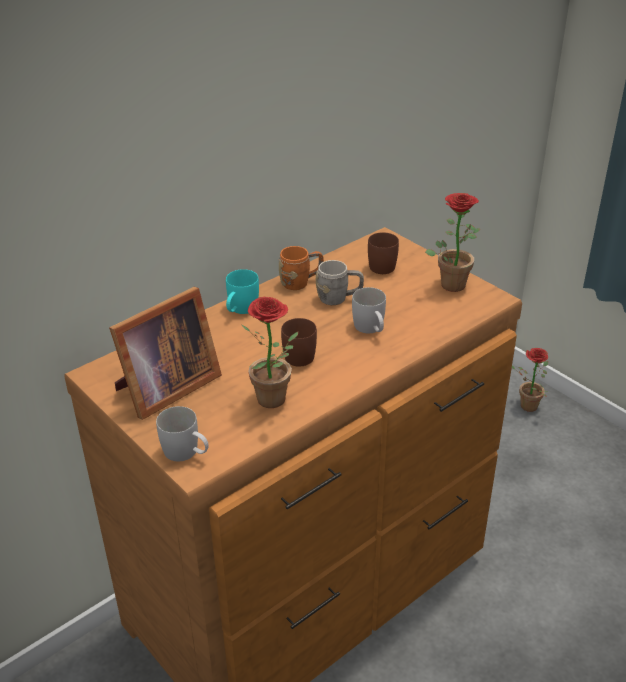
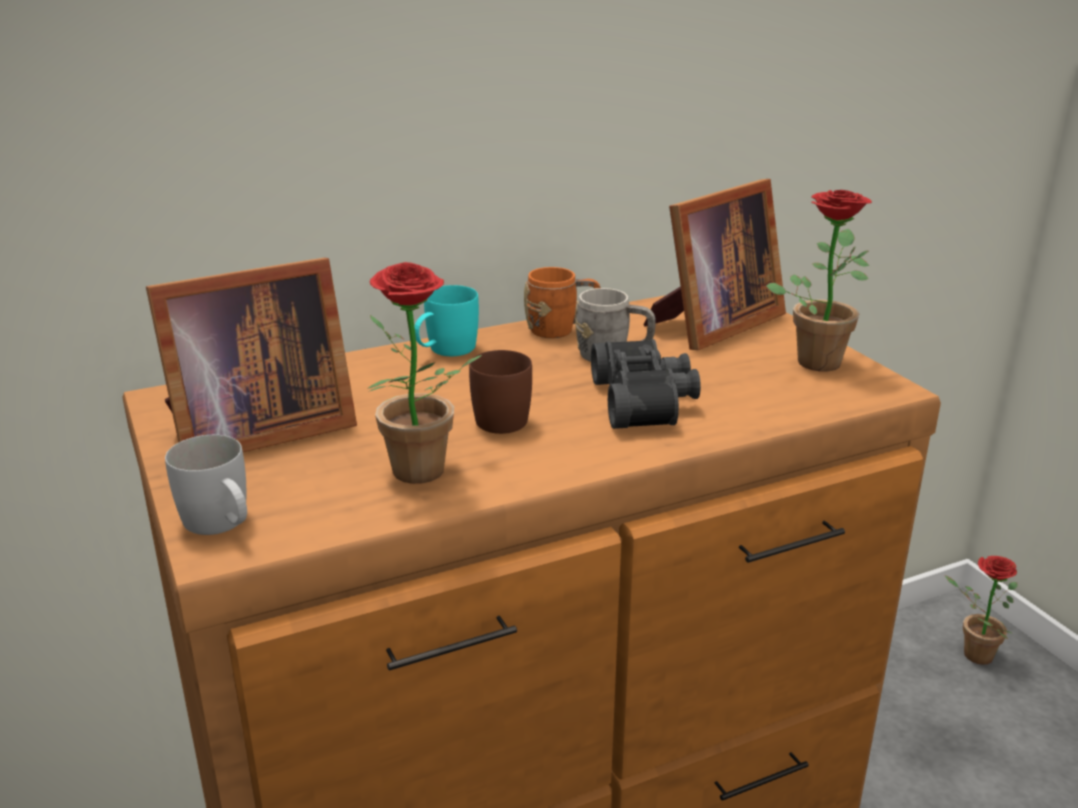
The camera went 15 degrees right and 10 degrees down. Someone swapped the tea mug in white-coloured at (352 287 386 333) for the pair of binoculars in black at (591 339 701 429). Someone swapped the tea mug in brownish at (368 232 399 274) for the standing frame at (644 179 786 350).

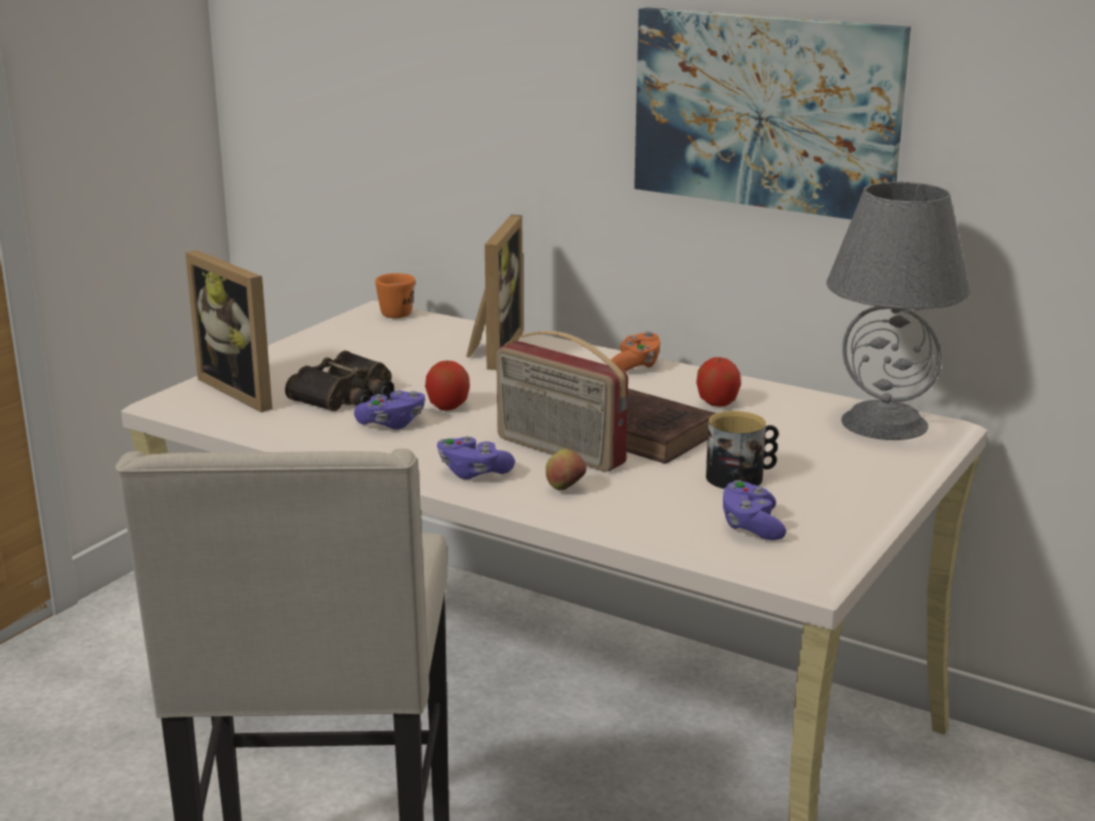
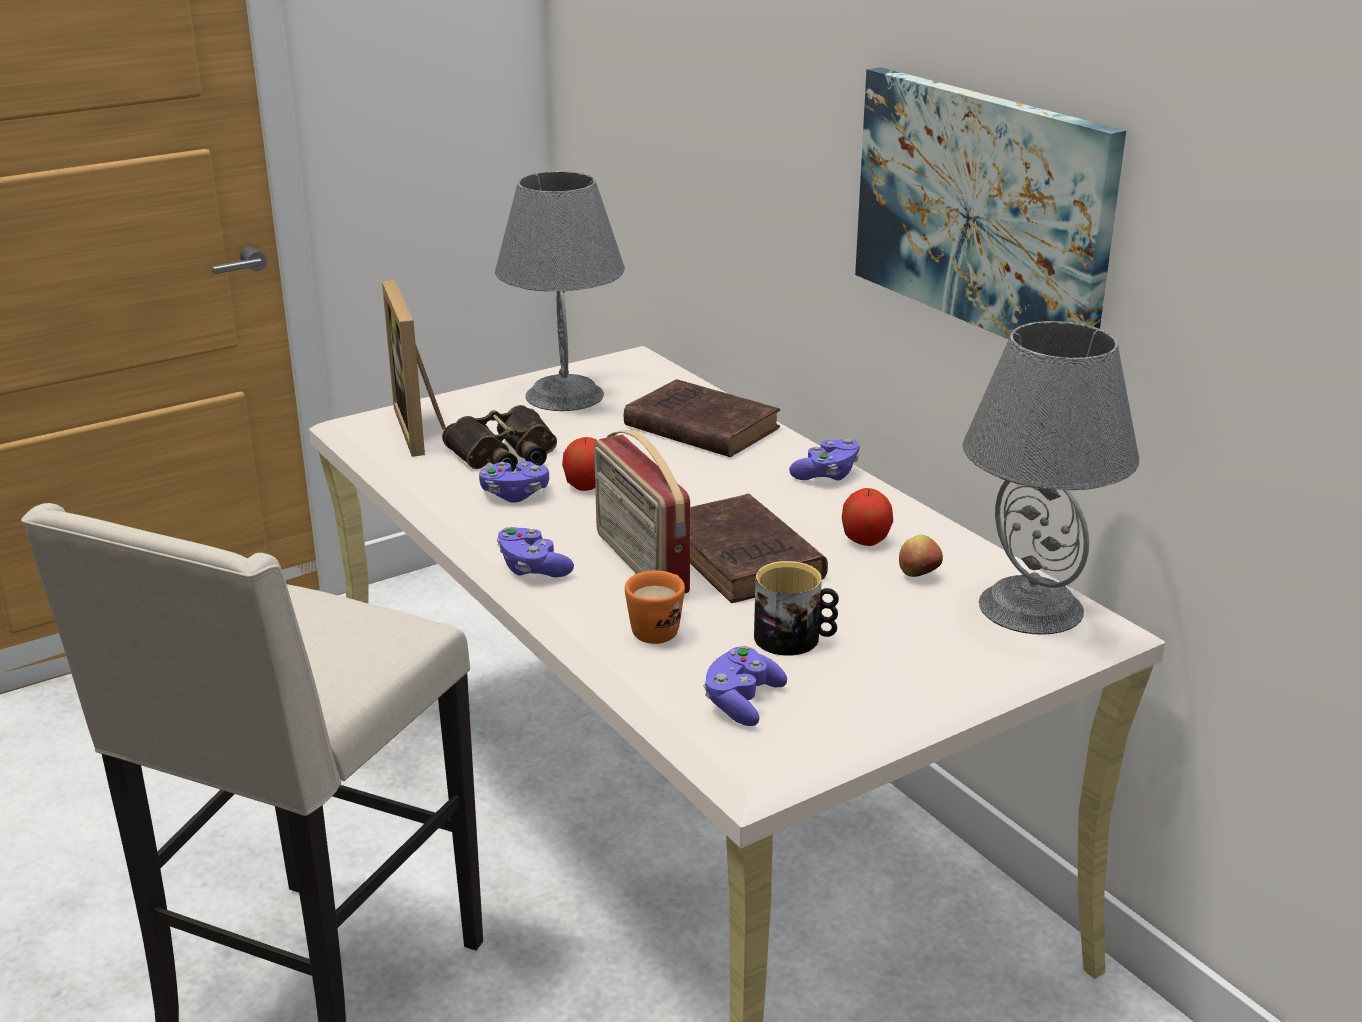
The camera went 25 degrees right and 5 degrees up. Someone carried the tea mug in orange-coloured from (375 273 415 318) to (625 571 685 644). Someone swapped the standing frame at (466 215 523 370) for the volume in brownish at (624 379 780 457). Someone carried the apple fruit from (546 449 586 490) to (899 535 943 577). Someone repainted the game controller in orange-coloured at (611 331 661 371), which became the game controller in purple at (789 438 860 480). Someone put down the table lamp in grey at (495 171 625 411).

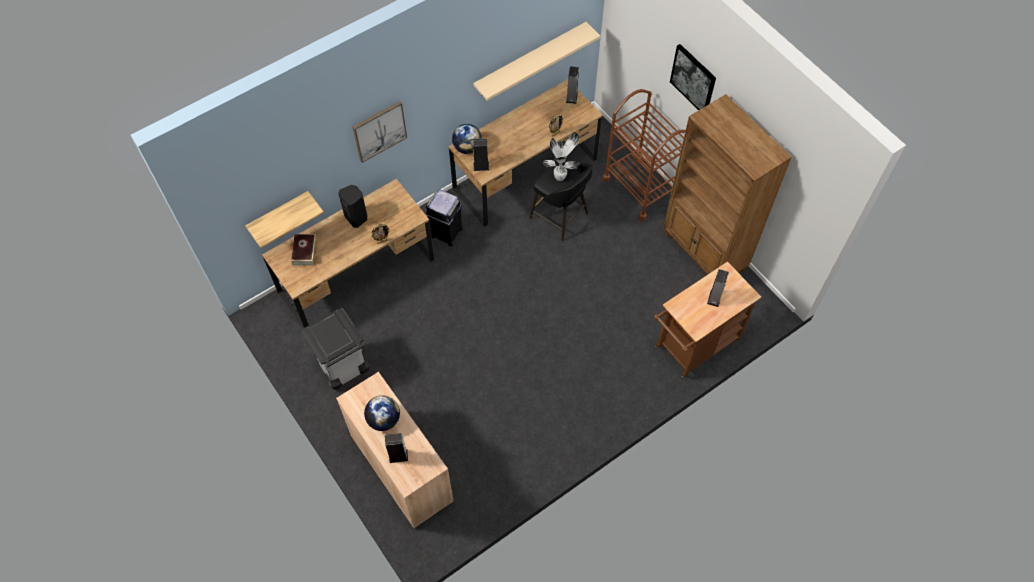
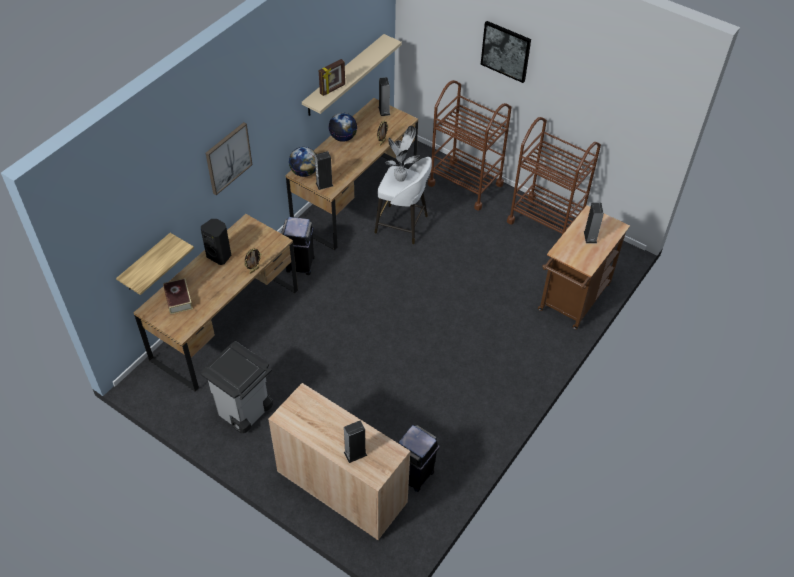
The camera went 20 degrees left and 10 degrees down. Someone carried the desk globe from (364 395 400 431) to (329 113 357 142). Someone repainted the stool seat in black at (529 161 592 241), which became the stool seat in white-coloured at (374 157 432 244). Someone swapped the bookcase in brownish at (663 94 792 275) for the trolley in brownish at (507 117 601 235). Someone put down the standing frame at (319 59 345 96). Someone put down the rubbish bin in black at (398 425 440 492).

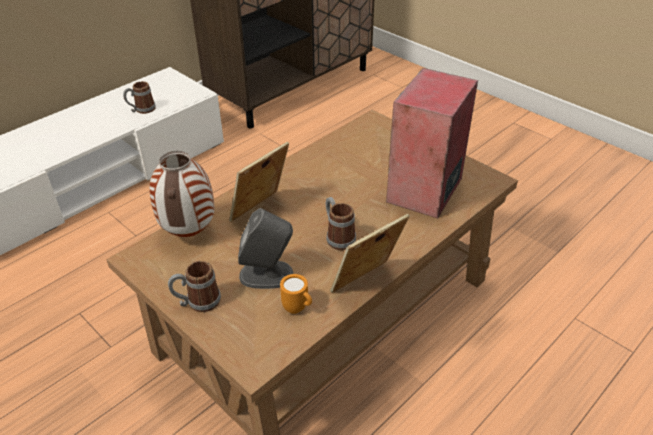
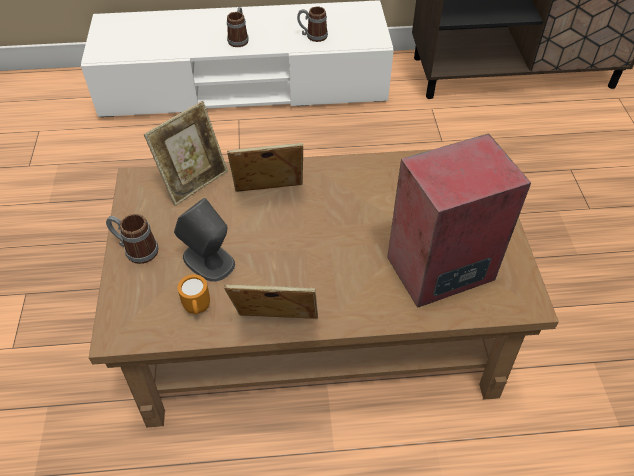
The camera went 40 degrees right and 10 degrees up. Someone swapped the decorative vase at (149 151 214 237) for the standing frame at (144 101 228 206). Someone carried the tea mug from (326 197 356 250) to (227 7 249 47).

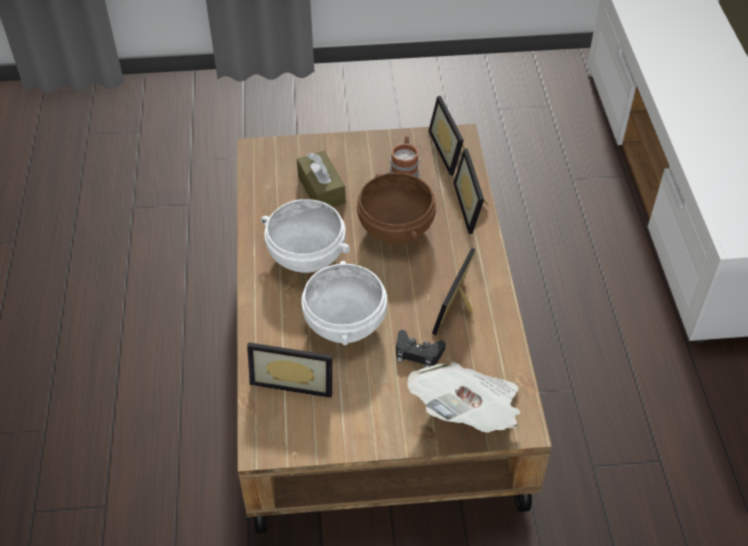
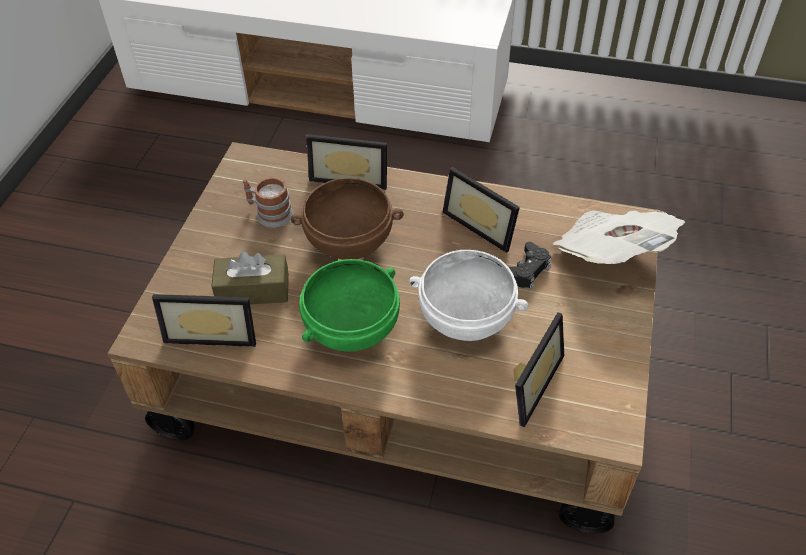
The camera went 70 degrees left and 0 degrees up. Someone repainted the serving bowl in white-coloured at (261 199 350 273), which became the serving bowl in greenish at (299 259 400 352). Someone carried the standing frame from (428 96 465 176) to (152 294 256 347).

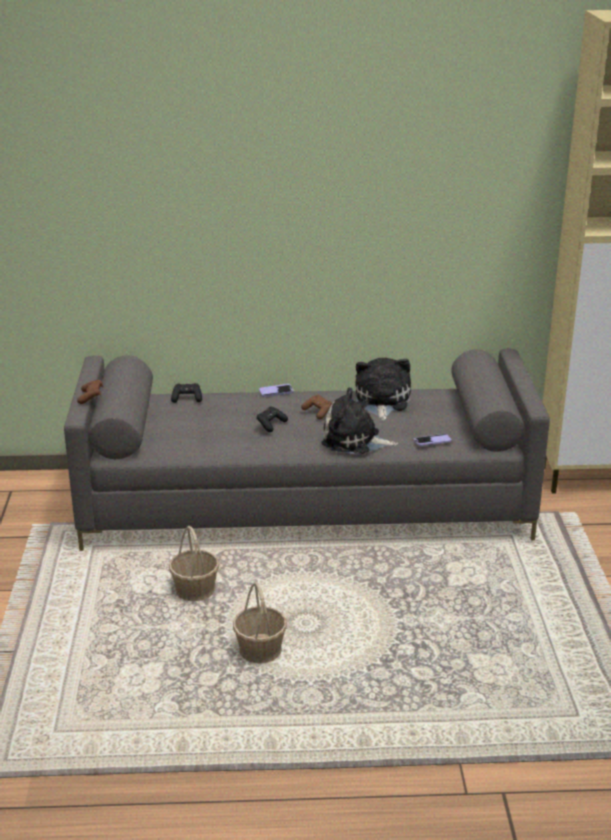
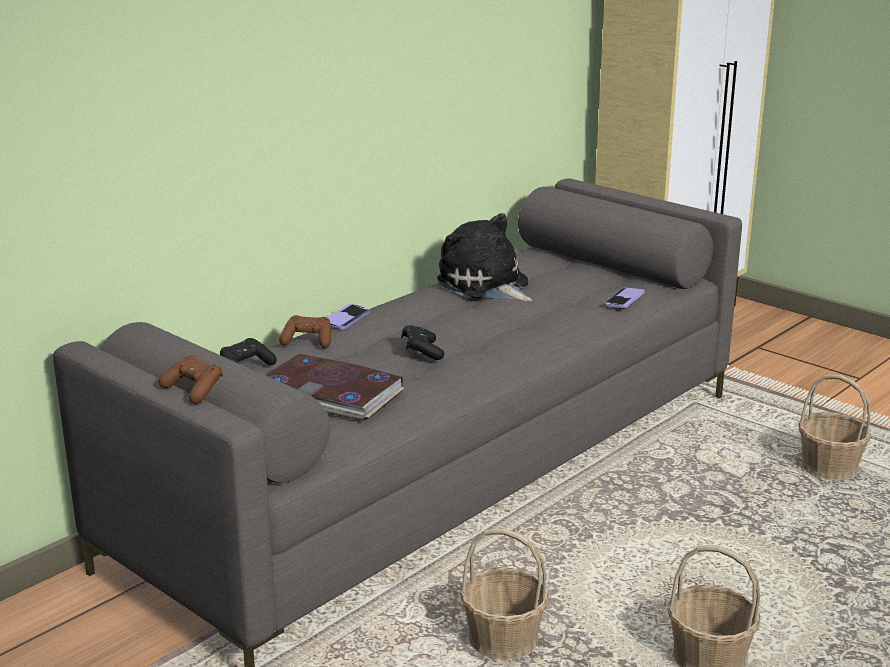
The camera went 45 degrees left and 5 degrees down. Someone carried the game controller in brownish from (301 395 332 420) to (279 315 331 348). Someone took away the plush toy at (321 387 398 454). Someone put down the volume at (266 354 404 421). Someone put down the basket at (798 374 871 480).

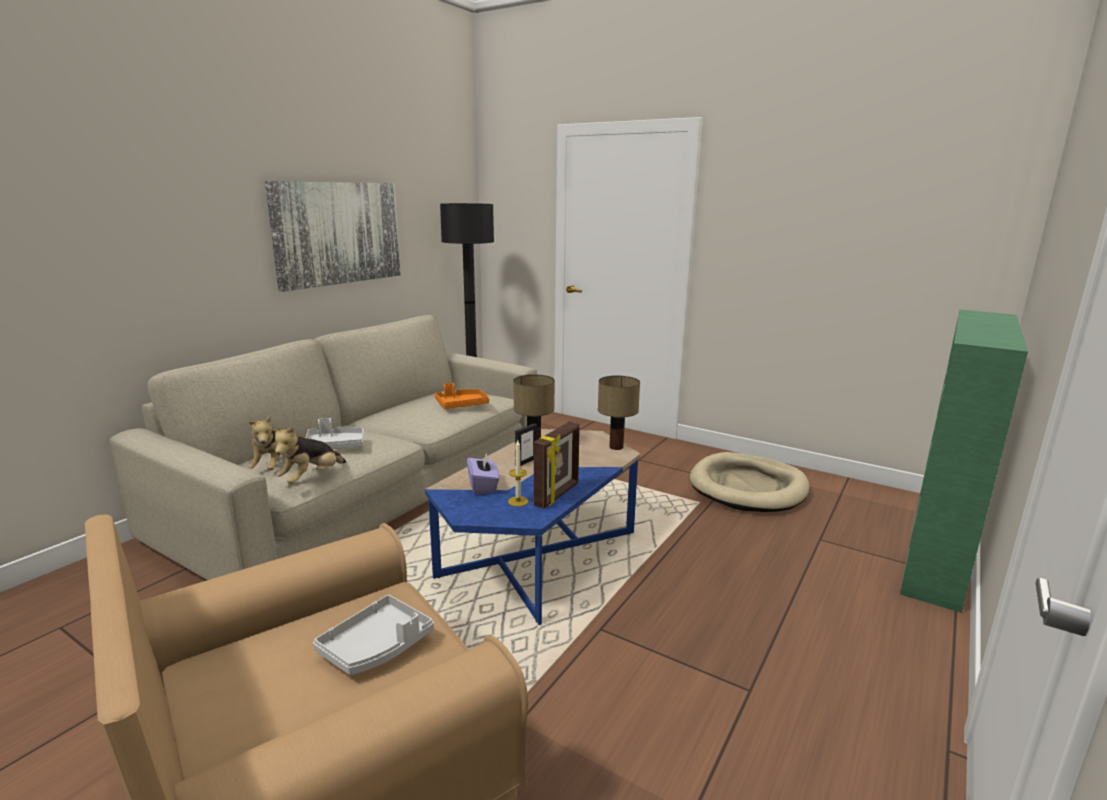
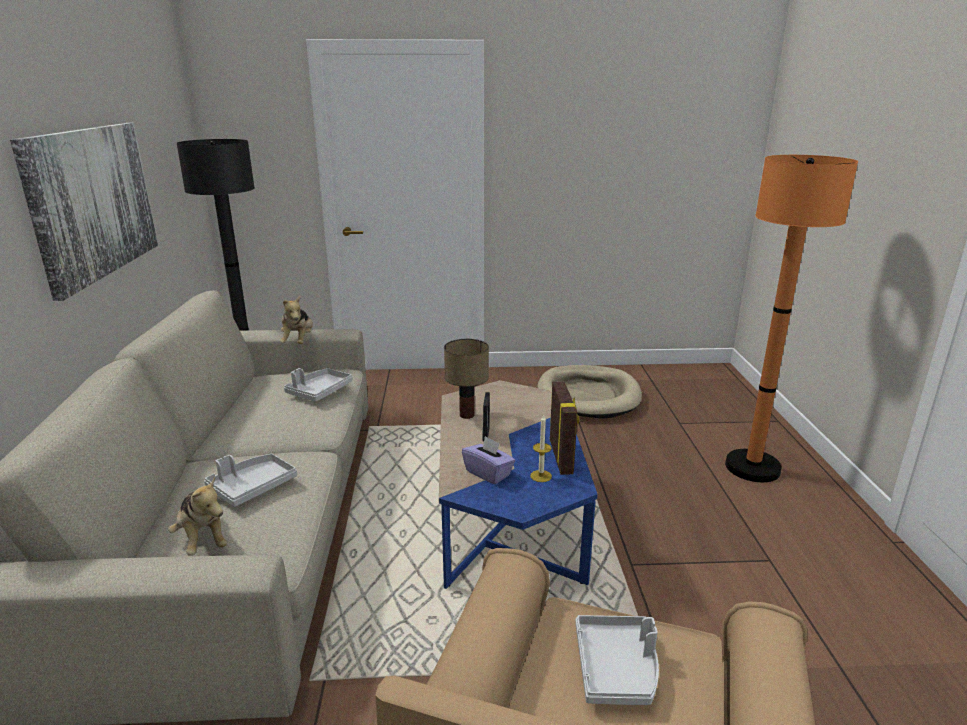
The camera went 35 degrees left and 5 degrees up. Someone carried the plush toy from (270 426 346 484) to (280 296 313 344). Someone repainted the tray in orange-coloured at (435 383 489 409), which became the tray in grey at (284 368 353 401). Someone took away the table lamp at (598 376 640 450). Someone took away the bookcase in greenish at (900 310 1028 613). Someone put down the standing lamp in orange-coloured at (725 155 858 482).

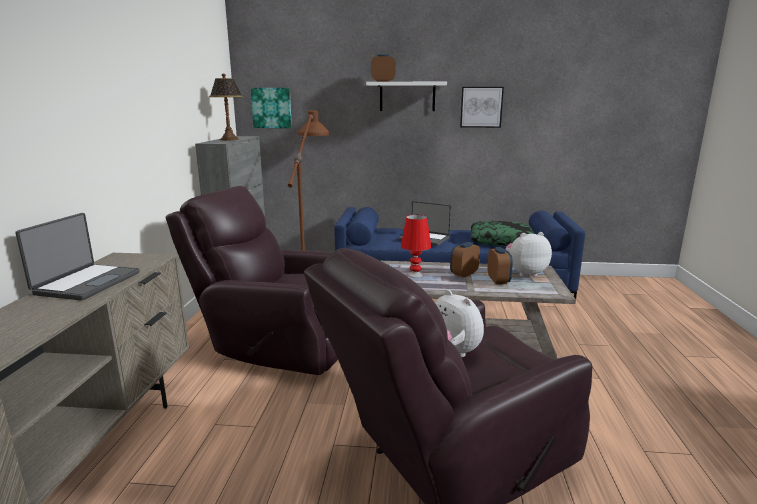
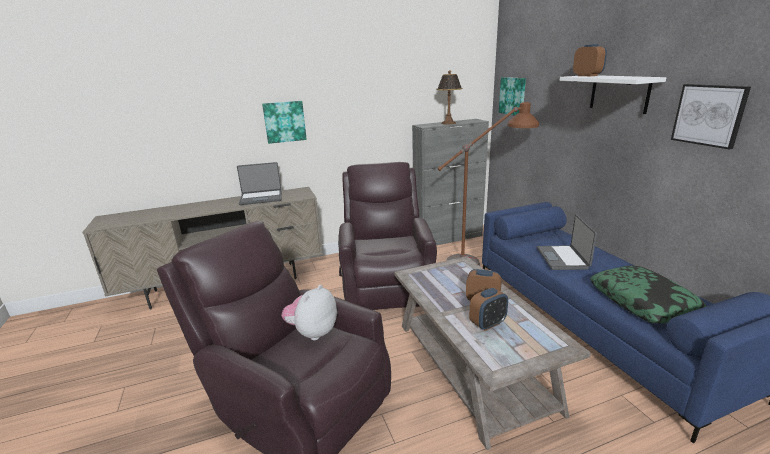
The camera went 65 degrees right and 5 degrees up. Someone took away the table lamp in red-coloured at (401 215 431 278). Someone took away the plush toy at (506 232 552 277). Someone put up the picture at (262 101 307 144).

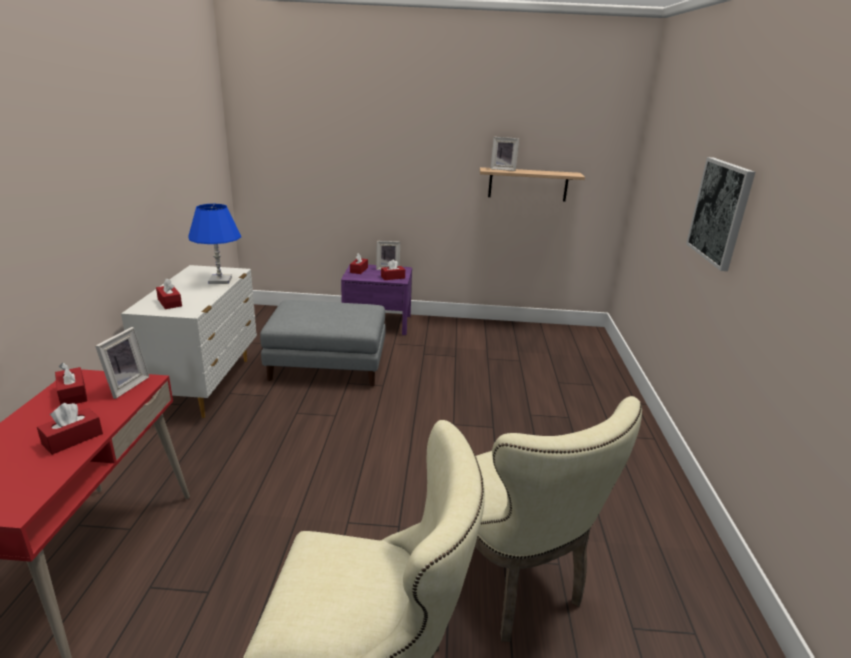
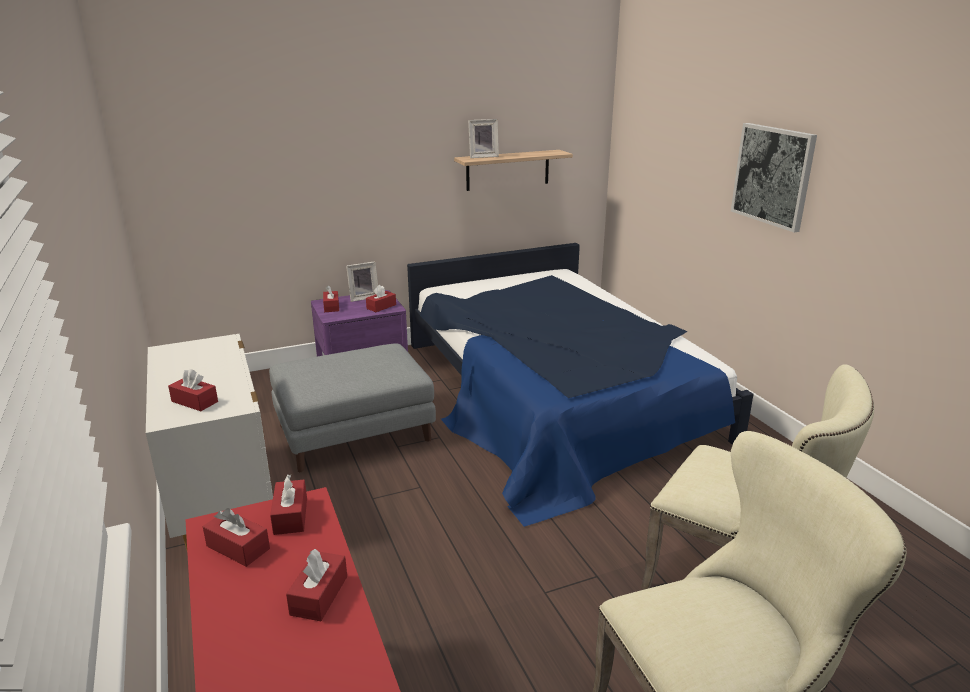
The camera went 25 degrees left and 0 degrees up. Someone swapped the standing frame at (95 327 149 399) for the tissue box in red-coloured at (270 474 307 535). Someone took away the table lamp in bluish at (188 204 241 284). Someone put down the bed at (407 243 754 527).

